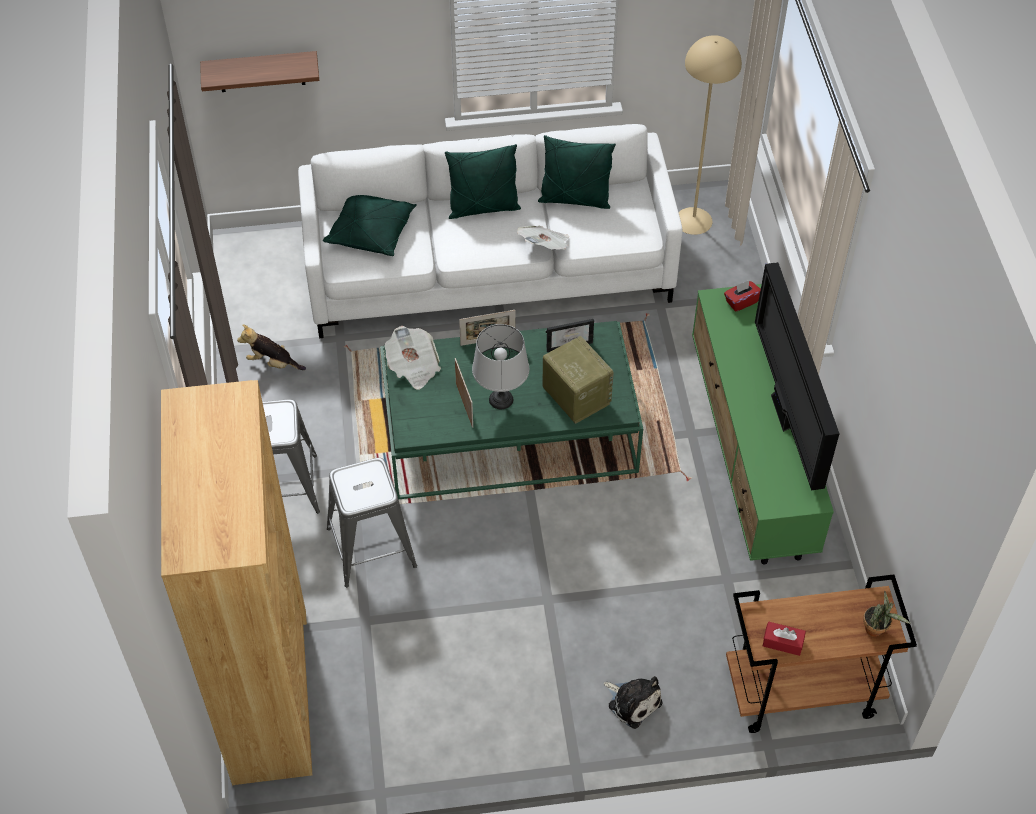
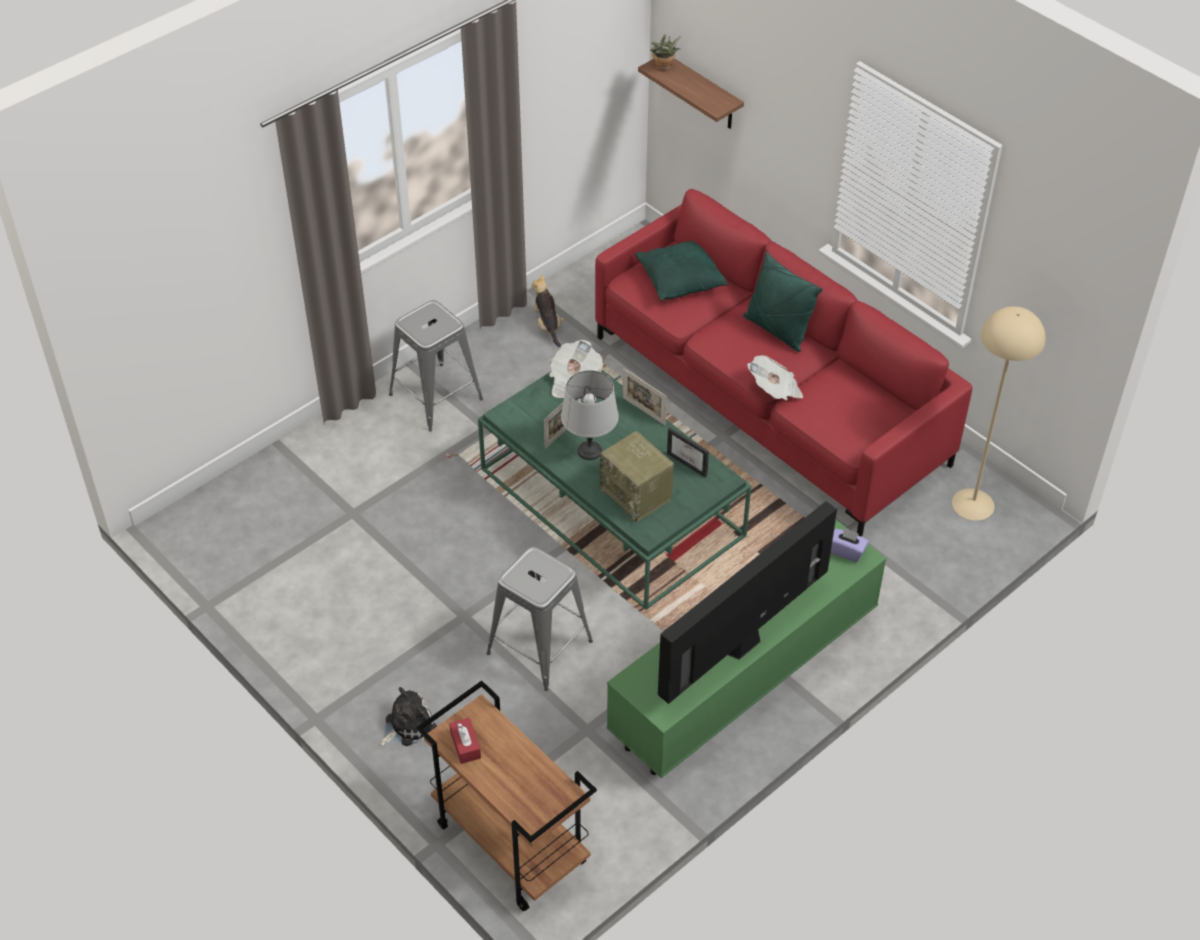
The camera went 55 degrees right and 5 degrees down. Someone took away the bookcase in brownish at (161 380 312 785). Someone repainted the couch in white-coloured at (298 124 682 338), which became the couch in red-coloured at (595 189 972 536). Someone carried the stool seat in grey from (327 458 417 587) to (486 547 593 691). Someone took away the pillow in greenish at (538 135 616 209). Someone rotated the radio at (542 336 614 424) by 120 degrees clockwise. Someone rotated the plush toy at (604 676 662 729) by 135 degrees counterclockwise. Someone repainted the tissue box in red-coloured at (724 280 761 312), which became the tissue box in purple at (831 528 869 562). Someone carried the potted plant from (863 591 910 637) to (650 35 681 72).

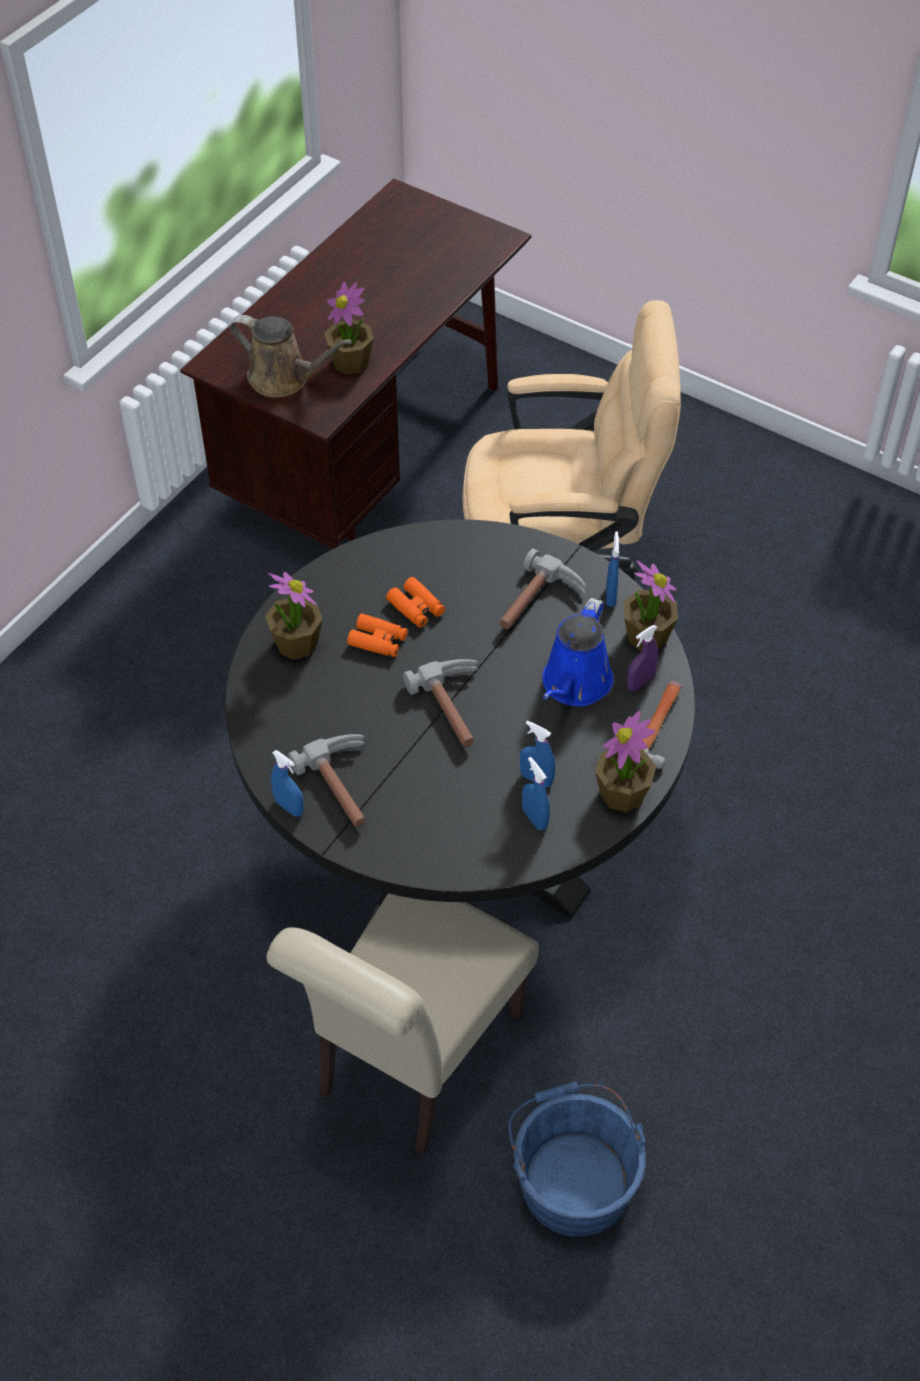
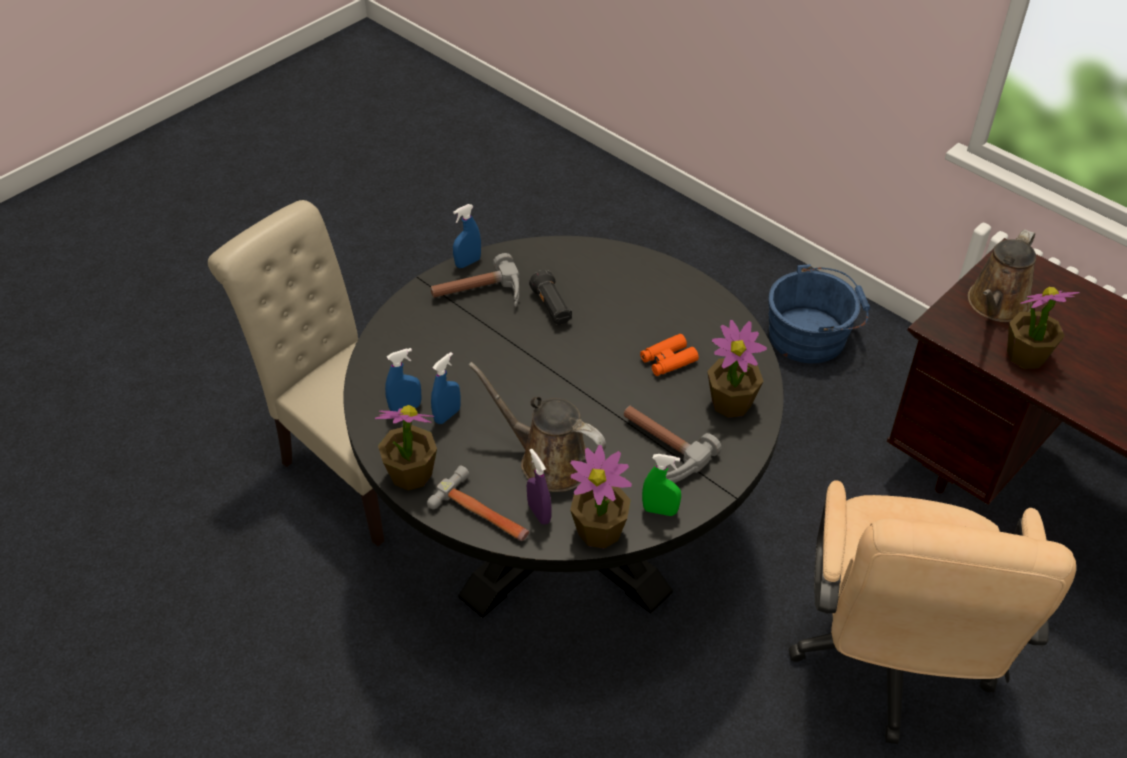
The camera went 100 degrees right and 5 degrees down. Someone carried the potted plant from (265 572 323 660) to (707 320 767 418). Someone took away the pair of binoculars in orange-coloured at (347 613 408 657). Someone took away the hammer at (403 659 478 747). Someone carried the water bucket in bluish from (509 1082 646 1237) to (768 264 870 363). Someone repainted the sprinkling can in bluish at (542 598 613 706), which became the sprinkling can in brownish at (468 362 606 492). Someone repainted the sprayer in bluish at (606 531 619 607), which became the sprayer in greenish at (642 454 681 516). Someone put down the flashlight in black at (529 270 572 325).

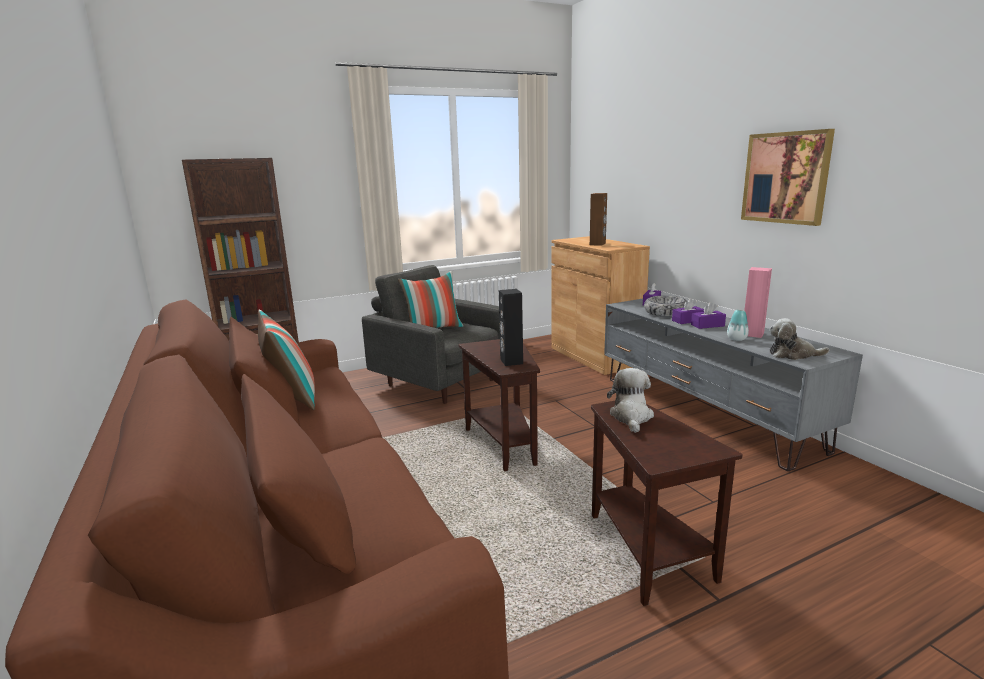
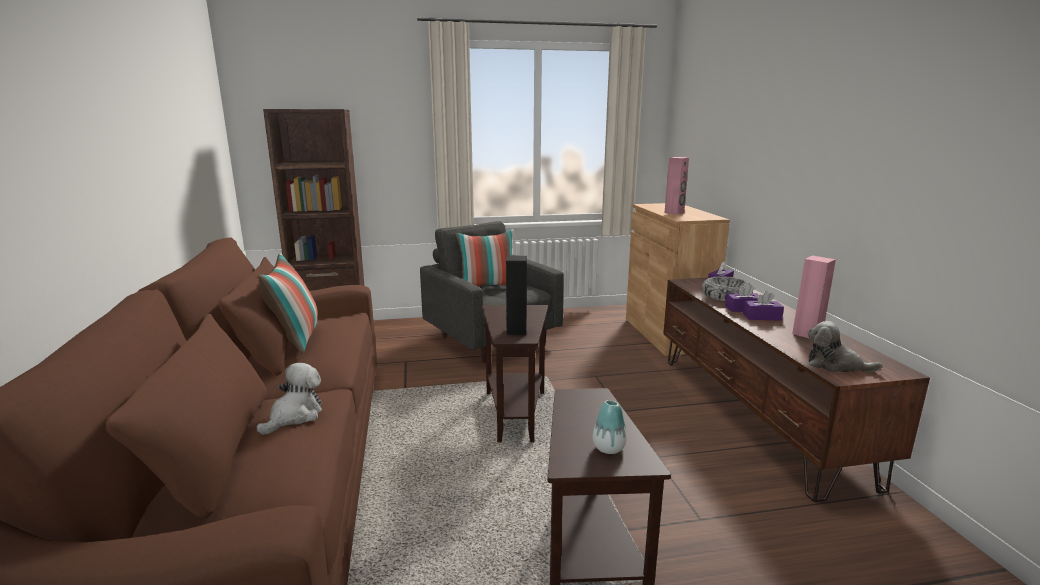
The camera went 15 degrees right and 0 degrees up. Someone repainted the audio speaker in brownish at (590 193 607 246), which became the audio speaker in pink-coloured at (665 157 689 215). Someone repainted the tv stand in grey at (604 299 863 471), which became the tv stand in brownish at (663 278 930 502). Someone carried the plush toy from (607 368 654 433) to (257 363 322 435). Someone carried the decorative vase from (727 310 749 341) to (593 400 627 454). Someone took away the picture at (741 129 835 226).

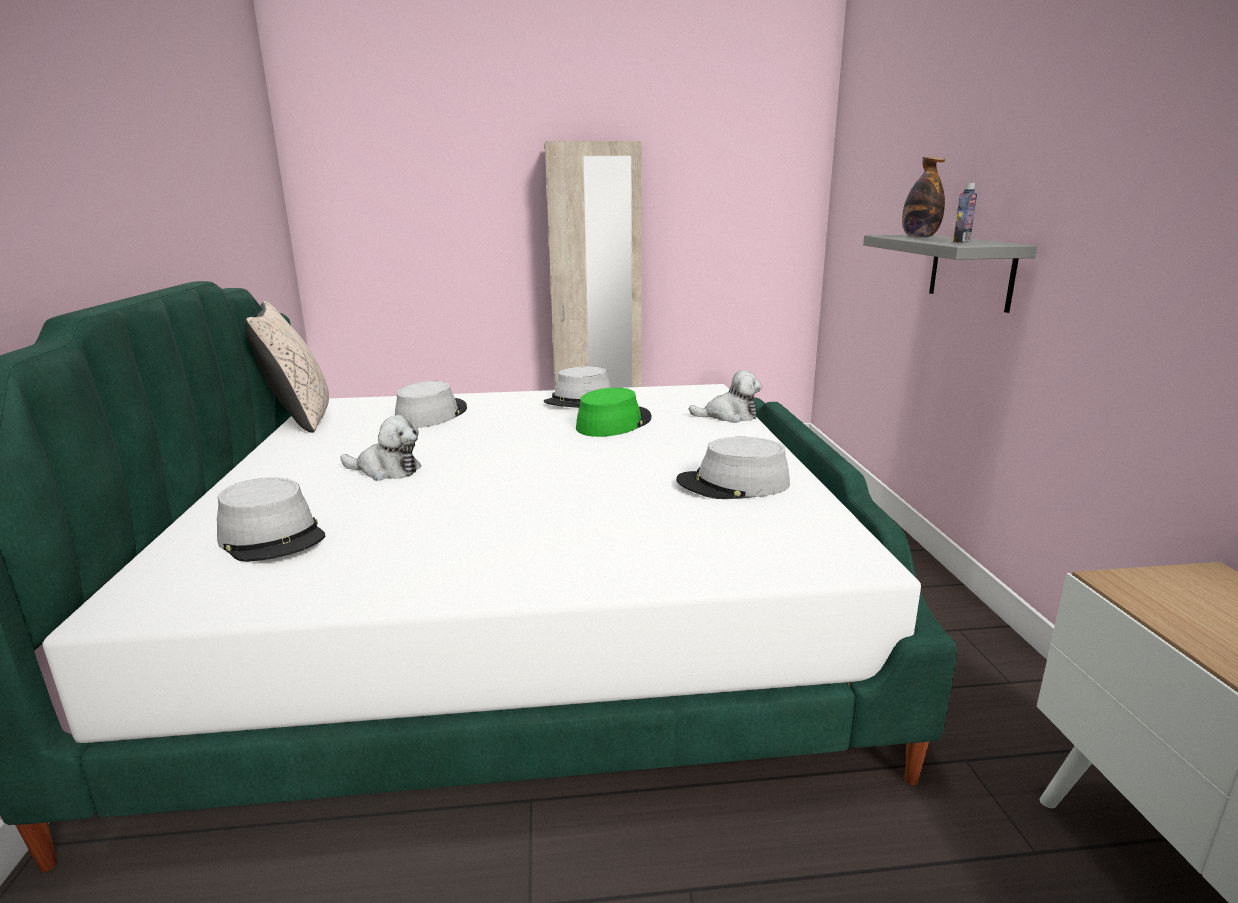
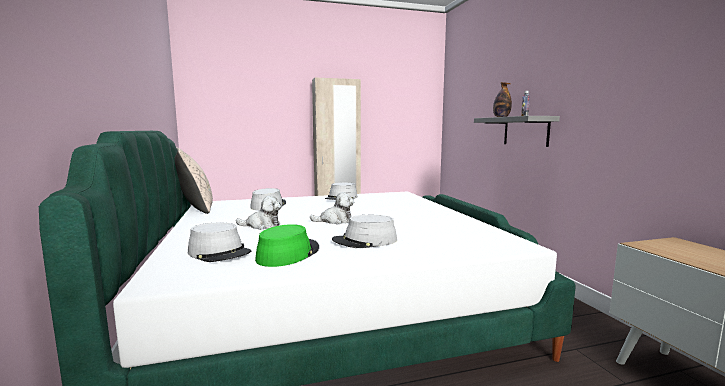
The camera went 10 degrees left and 10 degrees down. Someone carried the wearable hat in greenish from (576 388 651 437) to (255 224 319 267). Someone carried the wearable hat in grey from (676 437 790 499) to (332 215 397 248). Someone carried the plush toy from (689 370 762 423) to (310 192 354 225).

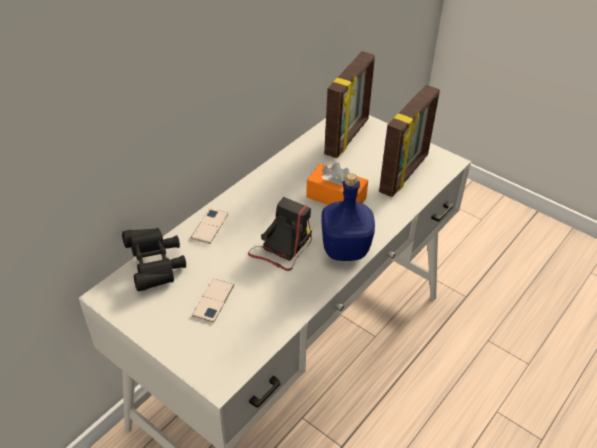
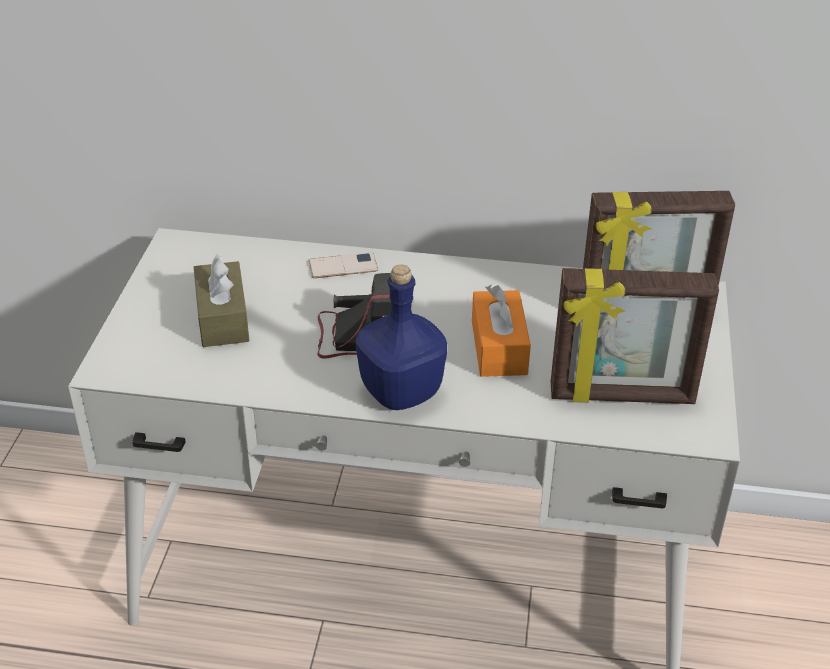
The camera went 60 degrees right and 5 degrees down. Someone took away the pair of binoculars in black at (122 228 186 291). Someone swapped the phone at (192 279 234 323) for the tissue box in brownish at (194 254 249 347).

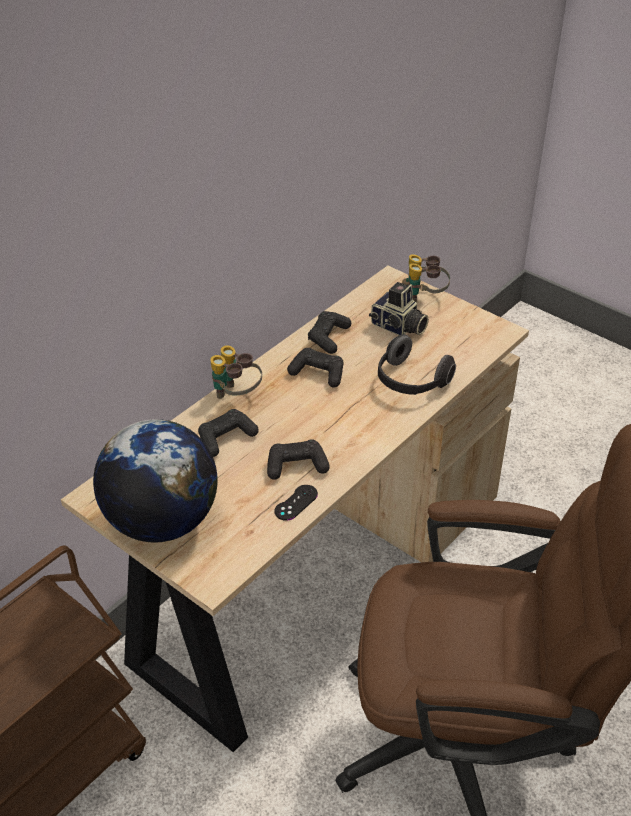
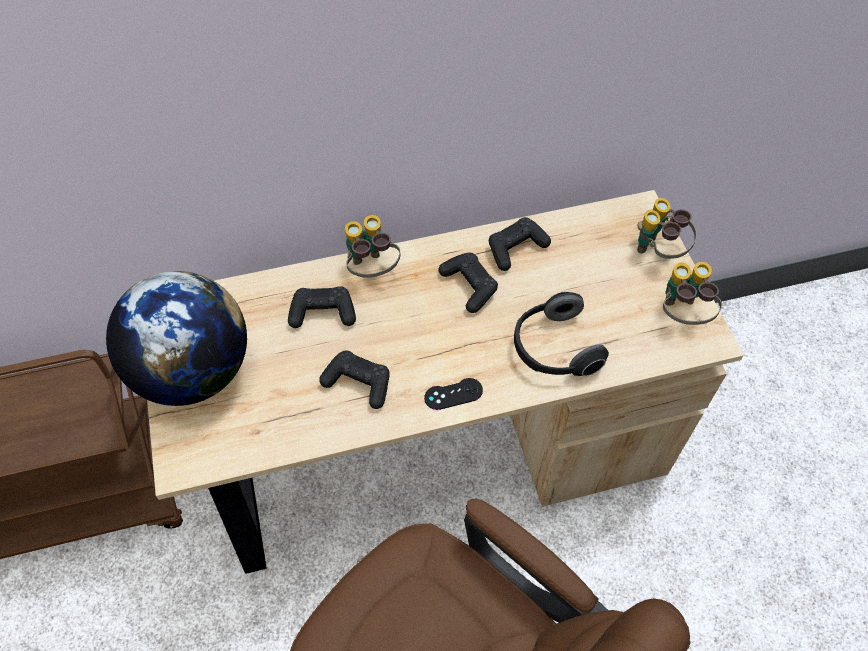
The camera went 35 degrees right and 15 degrees up. Someone carried the game controller in black from (275 485 318 521) to (424 378 483 410). Someone took away the still camera at (369 282 429 335). Someone put down the pair of binoculars at (663 262 722 325).

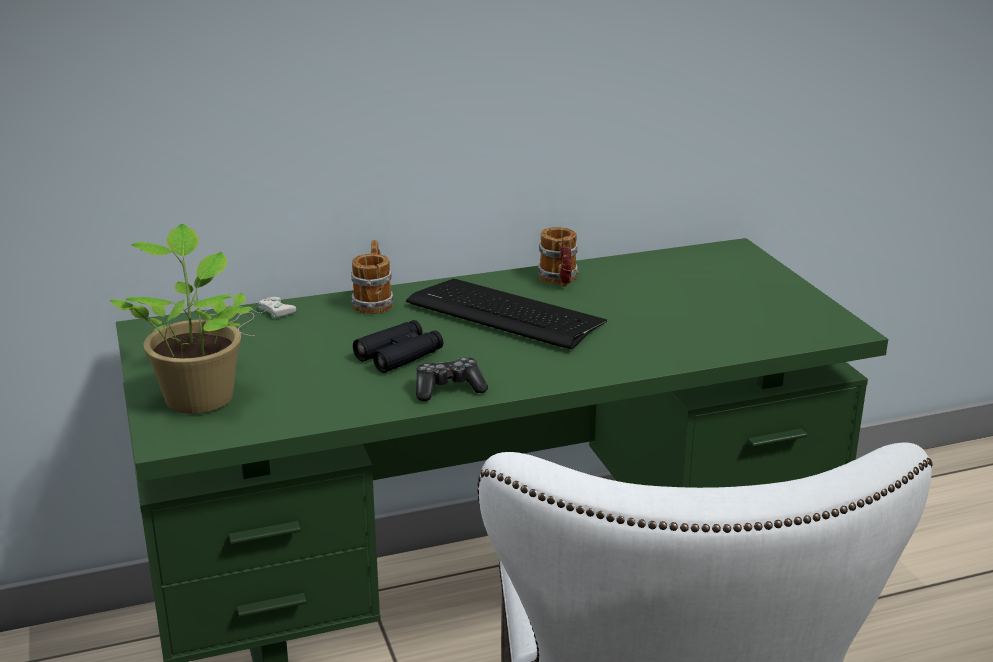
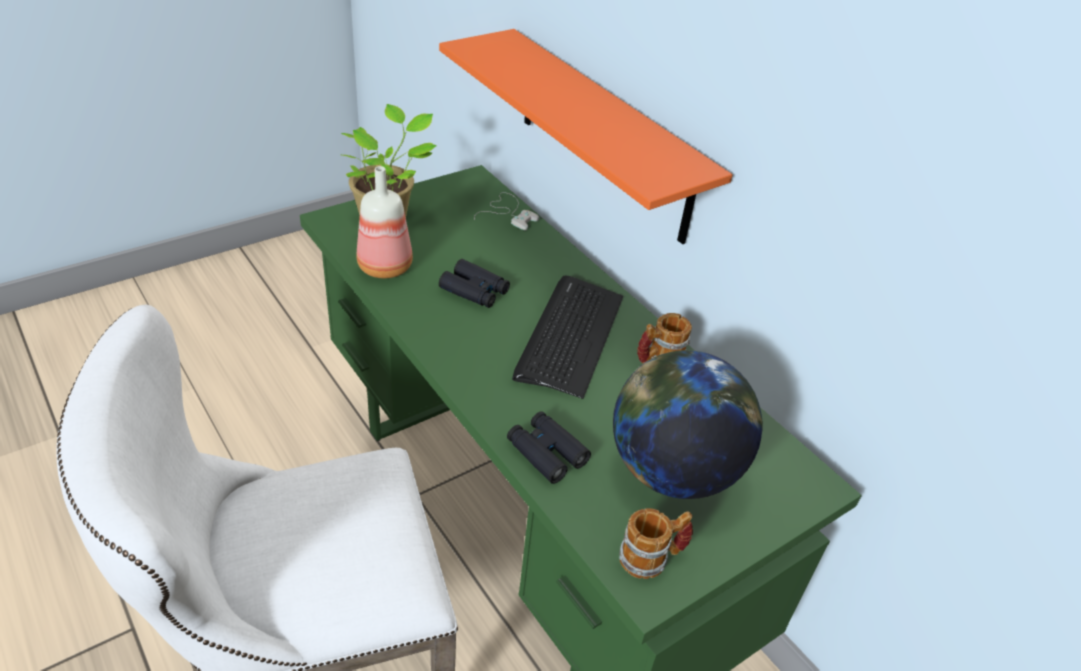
The camera went 70 degrees right and 15 degrees up. Someone carried the tea mug from (351 240 394 314) to (619 508 693 579). Someone took away the game controller at (416 357 488 401). Someone put down the drink bottle at (357 166 413 278). Someone put up the wall shelf in orange-coloured at (439 29 733 244). Someone put down the pair of binoculars in black at (507 411 591 484). Someone put down the desk globe at (613 350 763 499).

